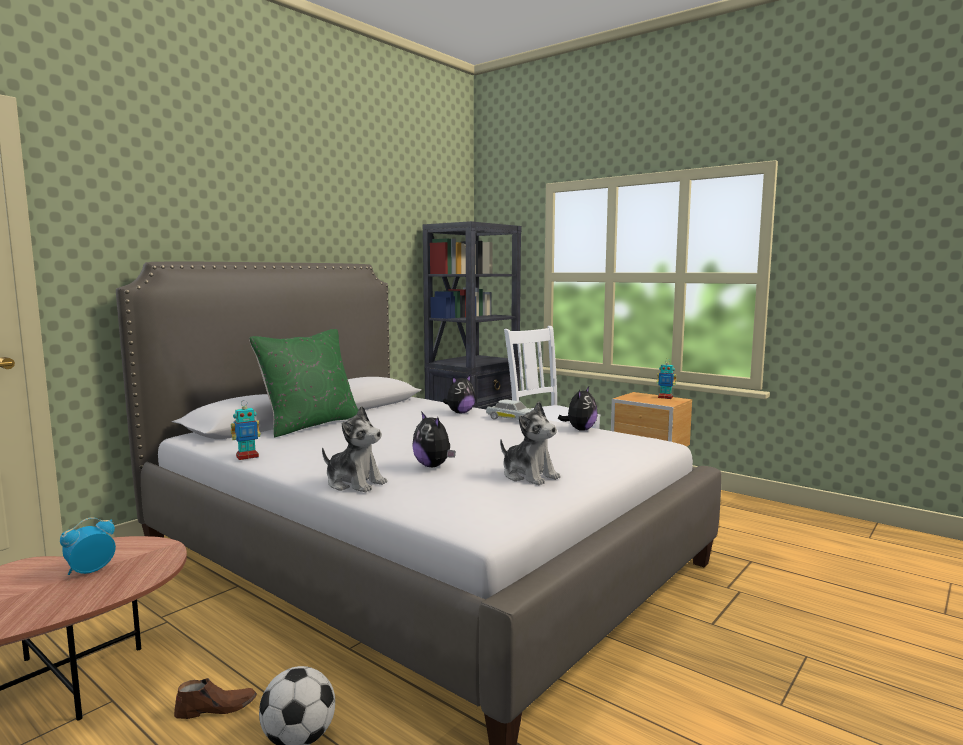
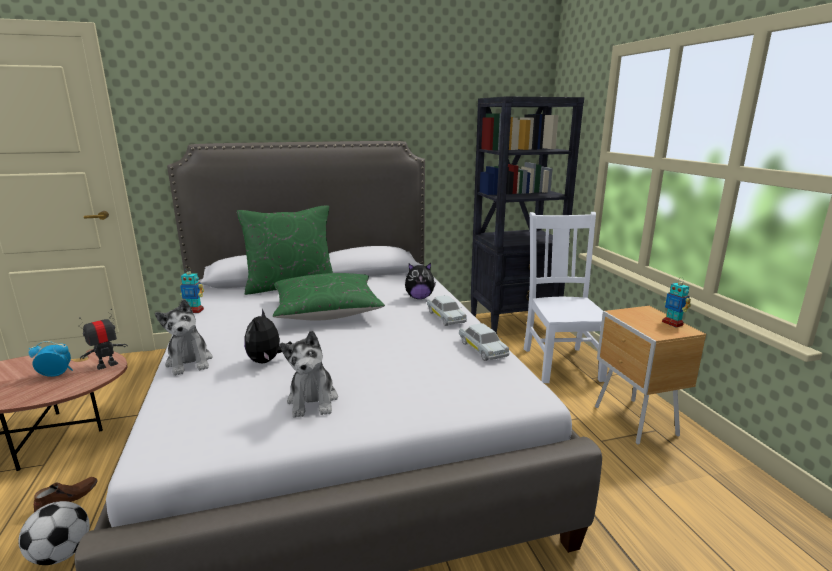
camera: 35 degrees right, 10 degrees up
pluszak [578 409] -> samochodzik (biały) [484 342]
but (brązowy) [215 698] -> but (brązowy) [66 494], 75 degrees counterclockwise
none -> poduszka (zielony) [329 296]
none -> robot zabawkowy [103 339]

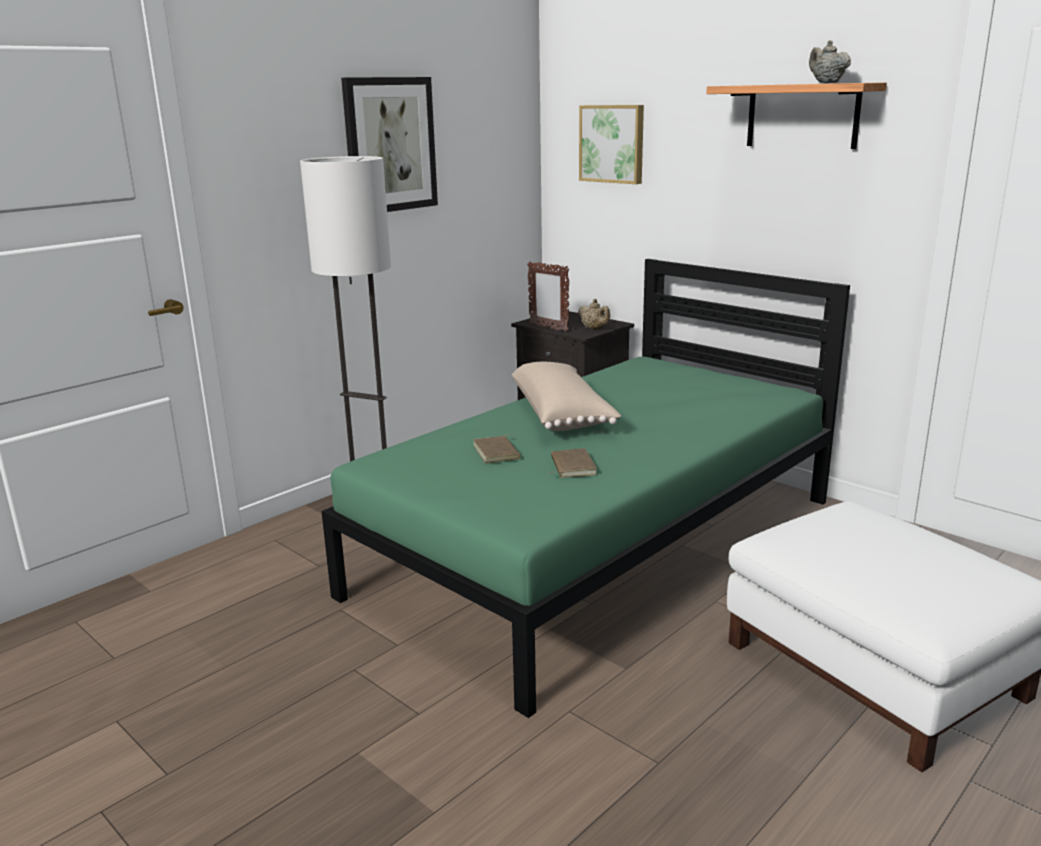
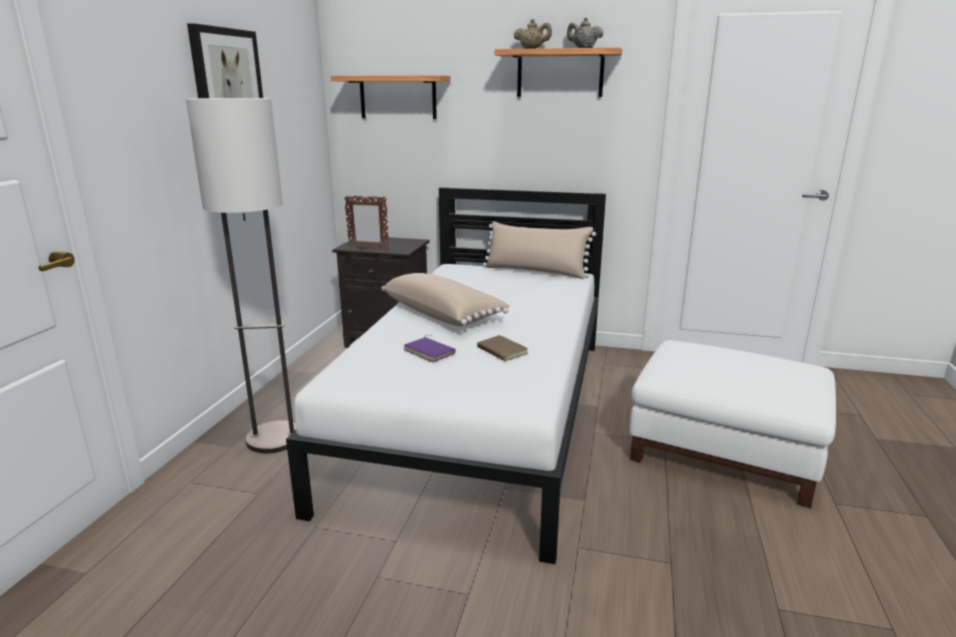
camera: 30 degrees left, 0 degrees up
obraz [611 144] -> półka [390 97]
łóżko (zielony) [586 488] -> łóżko (biały) [446 375]
imbryk (beżowy) [594 314] -> imbryk (beżowy) [533 34], moved
książka (brązowy) [496 448] -> książka (fioletowy) [430 348]
none -> poduszka (beżowy) [539 250]

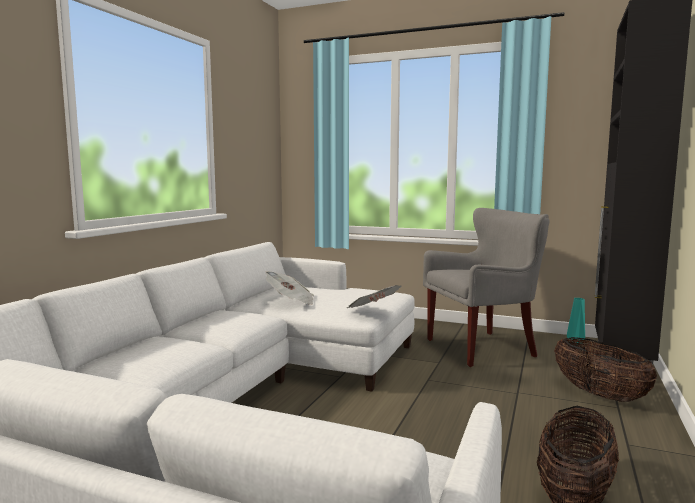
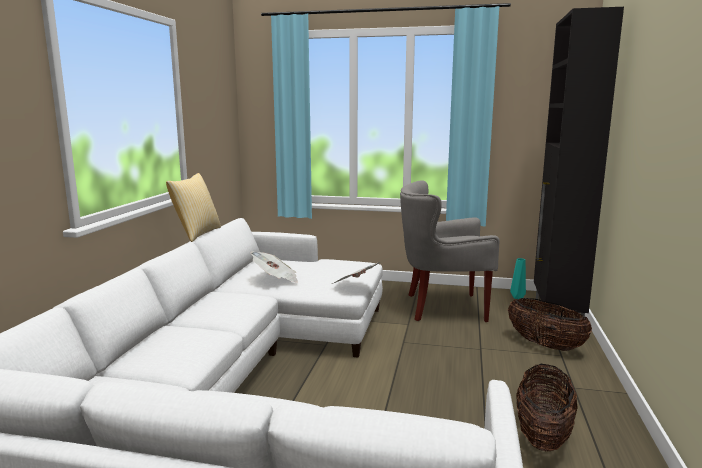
camera: 10 degrees left, 5 degrees up
fotel (szary) [486 287] -> fotel (szary) [450 251], 150 degrees counterclockwise
none -> poduszka [193 207]

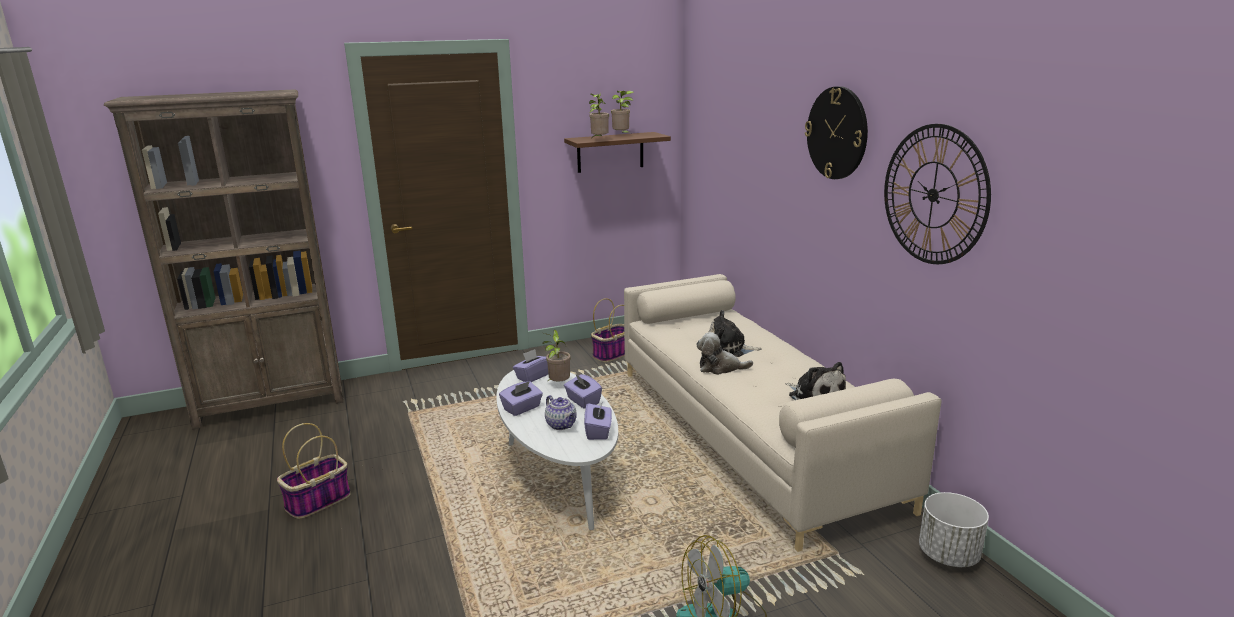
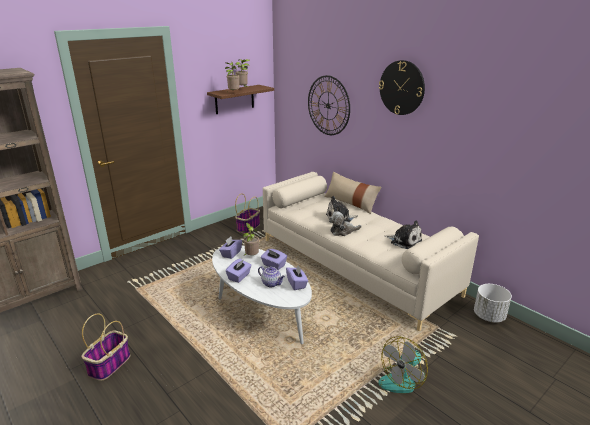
camera: 20 degrees left, 5 degrees up
zegar ścienny [937 194] -> zegar ścienny [329 105], moved
none -> poduszka (beżowy) [353 192]

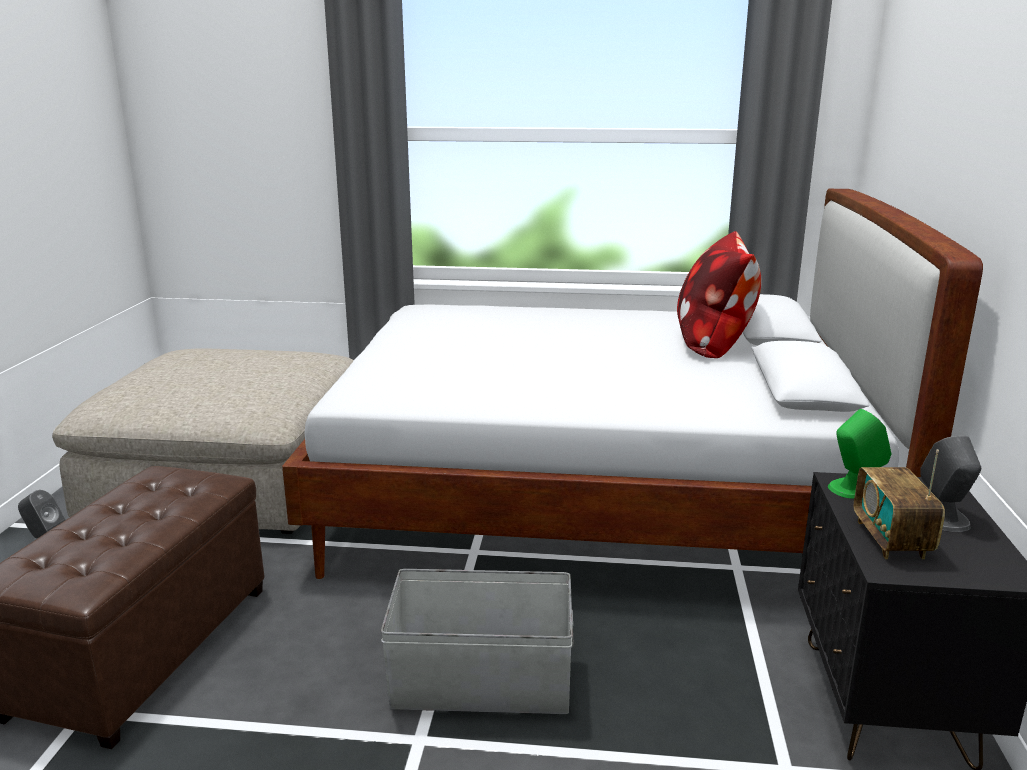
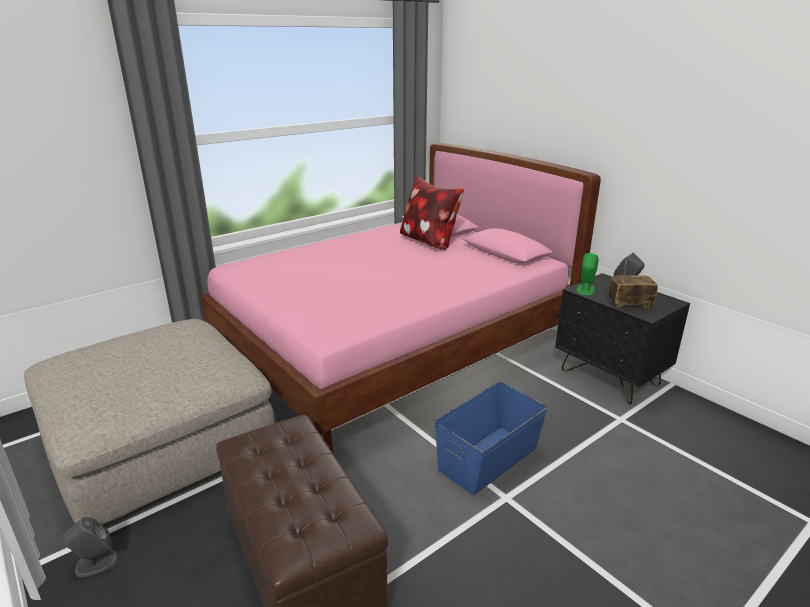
camera: 45 degrees left, 5 degrees up
łóżko (biały) [632 384] -> łóżko (różowy) [401 298]
radio [899 504] -> radio [633 284], 135 degrees clockwise
pojemnik do przechowywania (szary) [477 641] -> pojemnik do przechowywania (niebieski) [491 438]

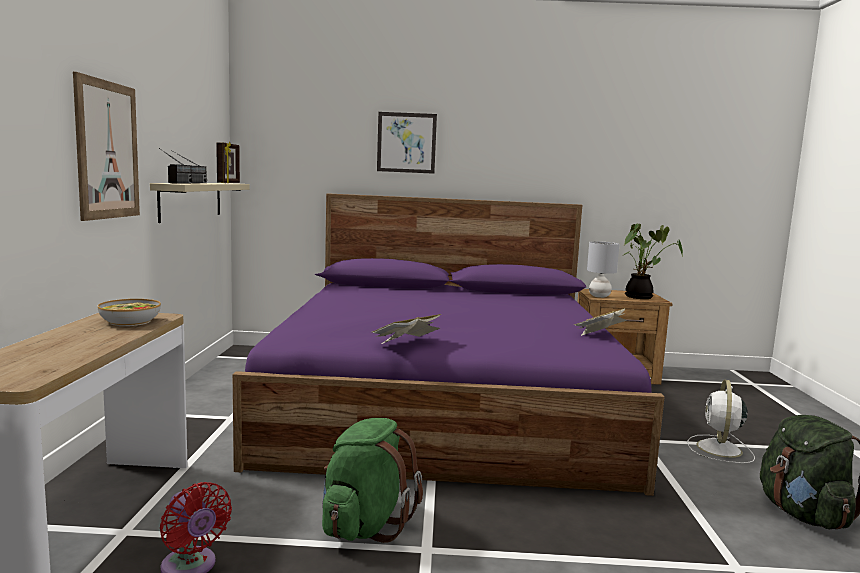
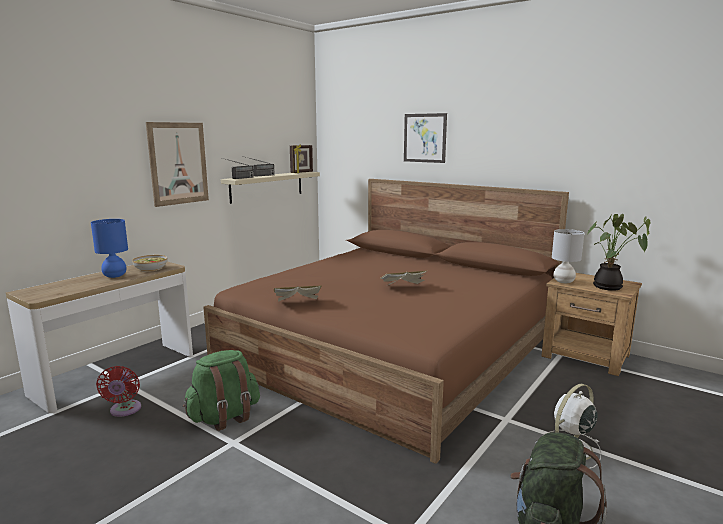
camera: 35 degrees right, 5 degrees up
łóżko (fioletowy) [448 344] -> łóżko (brązowy) [386 321]
książka [600 322] -> książka [403 278], moved
none -> lampa stołowa (niebieski) [109 248]

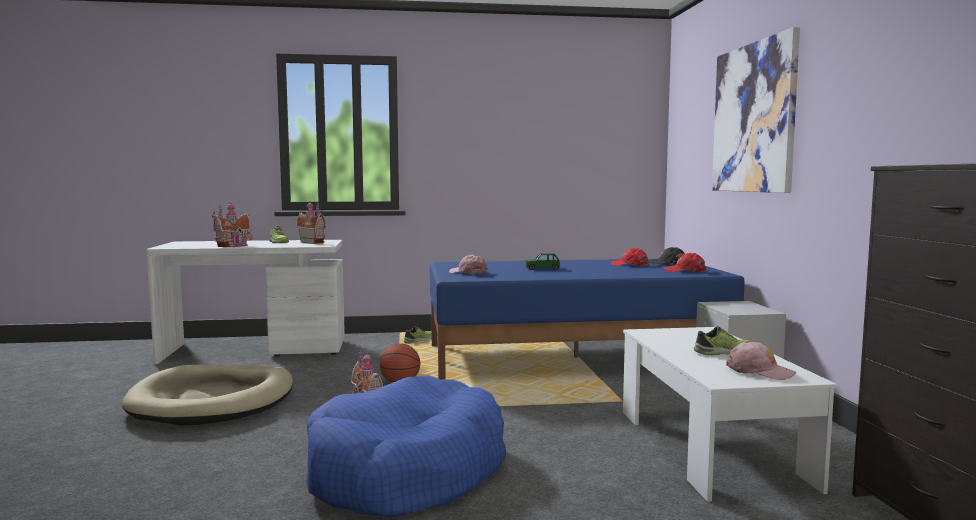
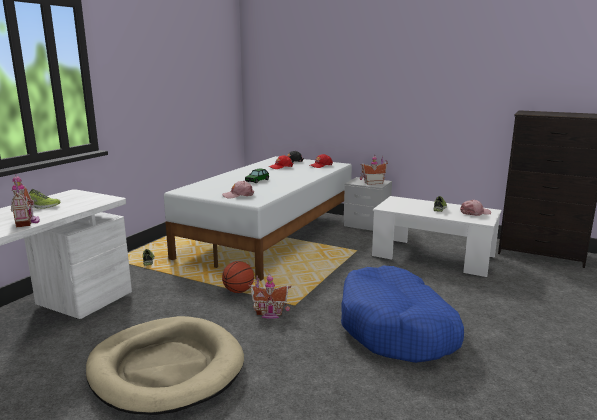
camera: 55 degrees left, 10 degrees up
obraz [756 110] -> none
domek [311 222] -> domek [374 170], moved
łóżko (niebieski) [587 319] -> łóżko (biały) [258 218]

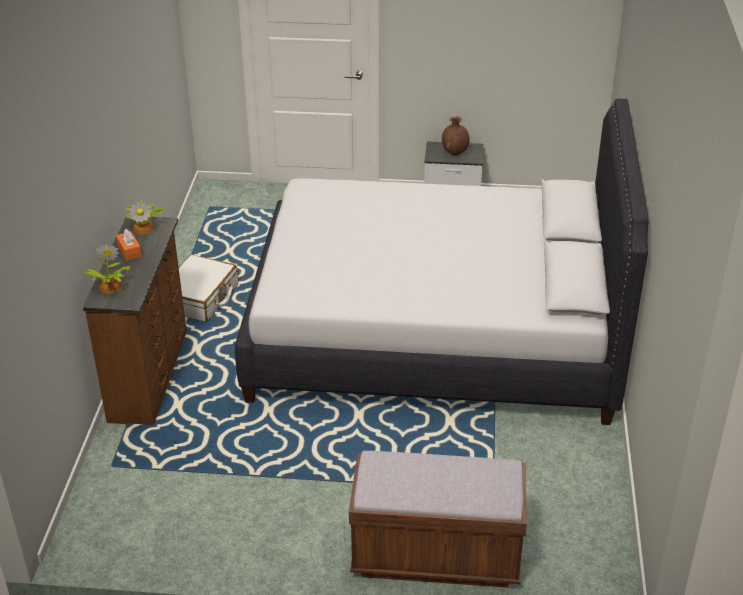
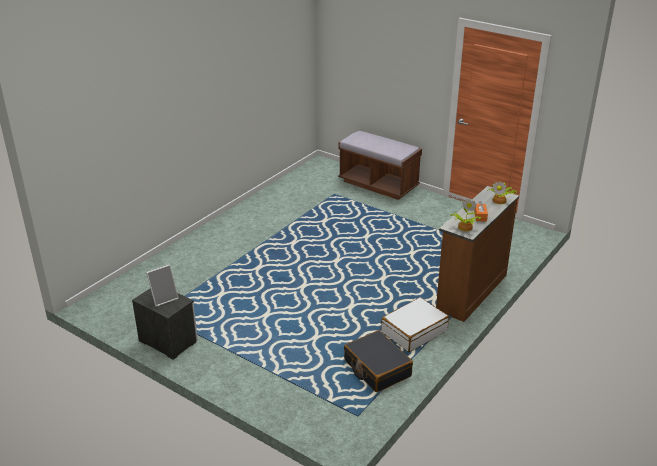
camera: 150 degrees left, 5 degrees down
łóżko (biały) [442 262] -> none
wazon (brązowy) [456 136] -> ramka na zdjęcie [162 285]
none -> walizka (czarny) [378 361]

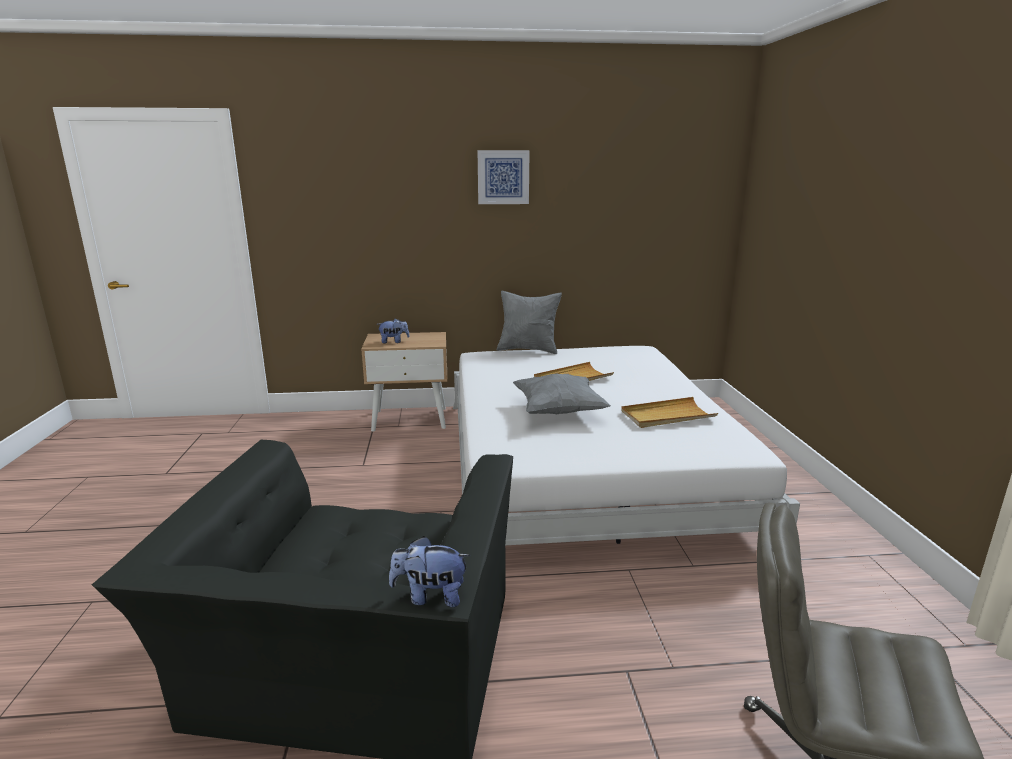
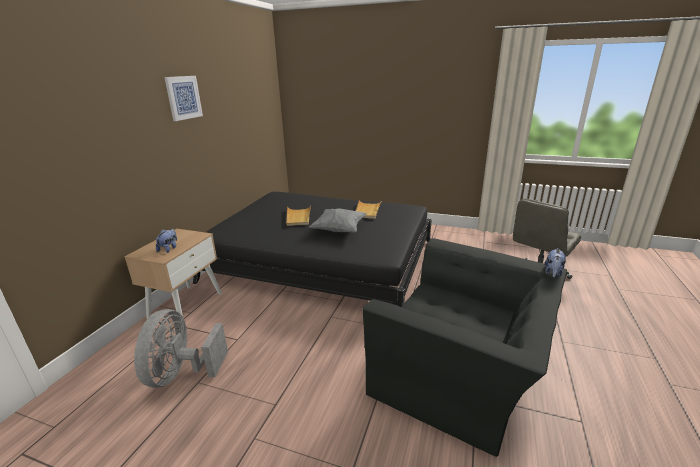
camera: 65 degrees left, 5 degrees up
poduszka (szary) [529 322] -> none
łóżko (biały) [626 445] -> łóżko (czarny) [312 249]
none -> wentylator (szary) [181 348]

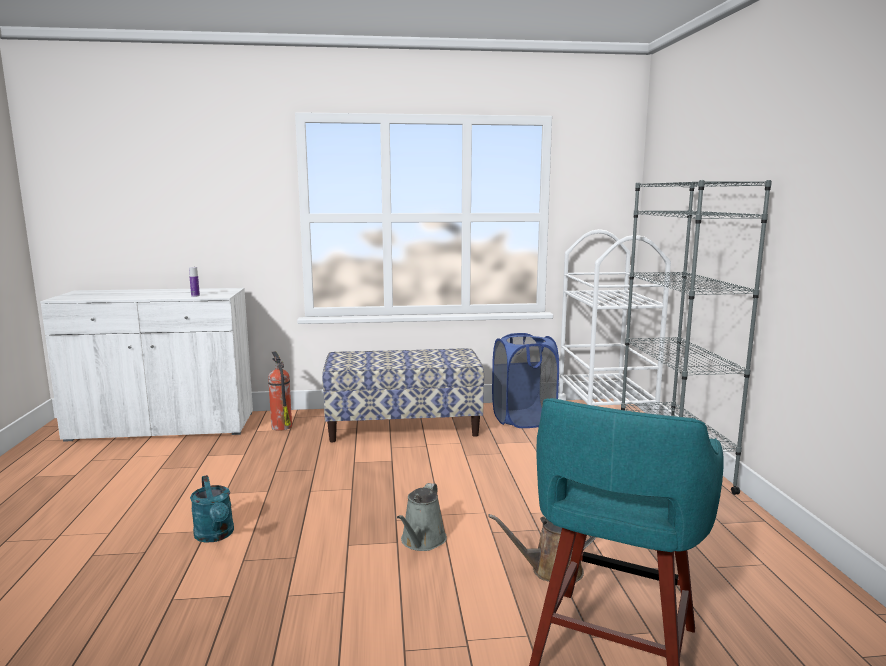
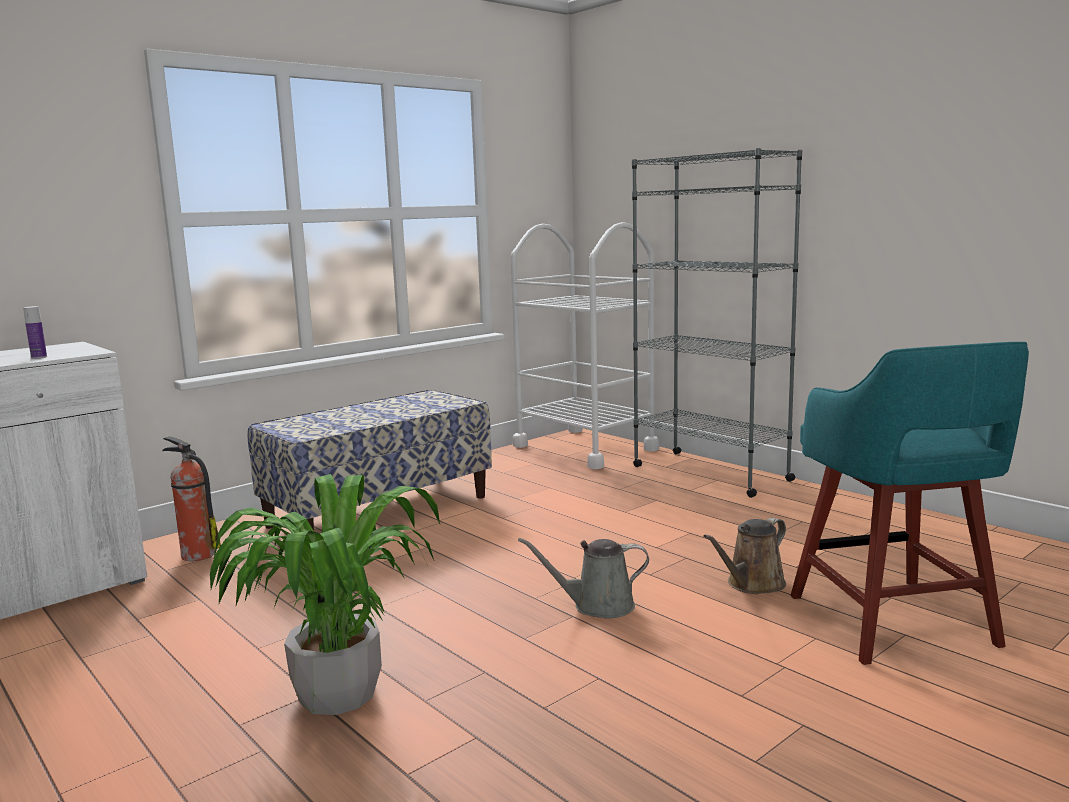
camera: 35 degrees left, 0 degrees up
kosz na pranie (niebieski) [525 380] -> none
konewka (turkusowy) [212 509] -> roślina doniczkowa [325 594]
konewka (szary) [422 517] -> konewka (szary) [583 578], 105 degrees clockwise

